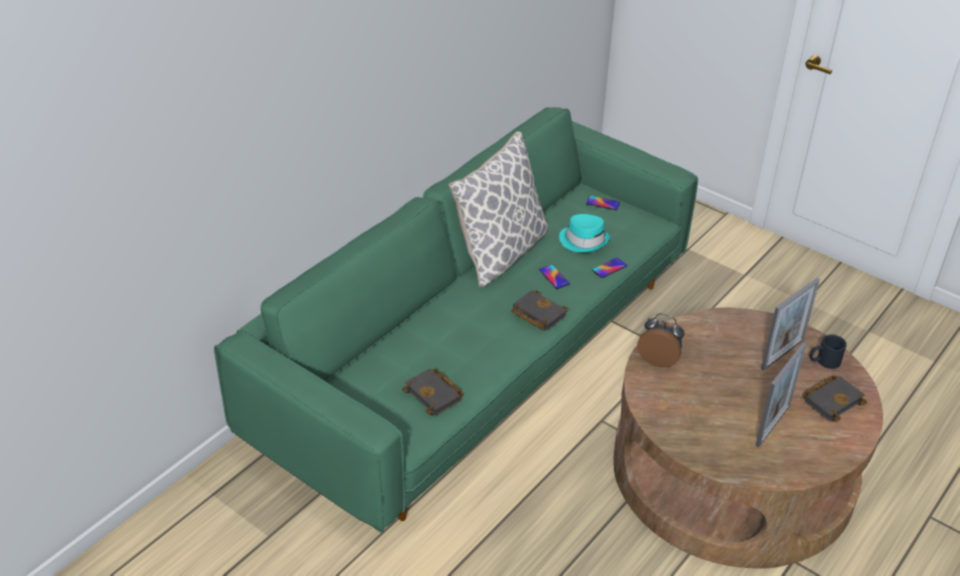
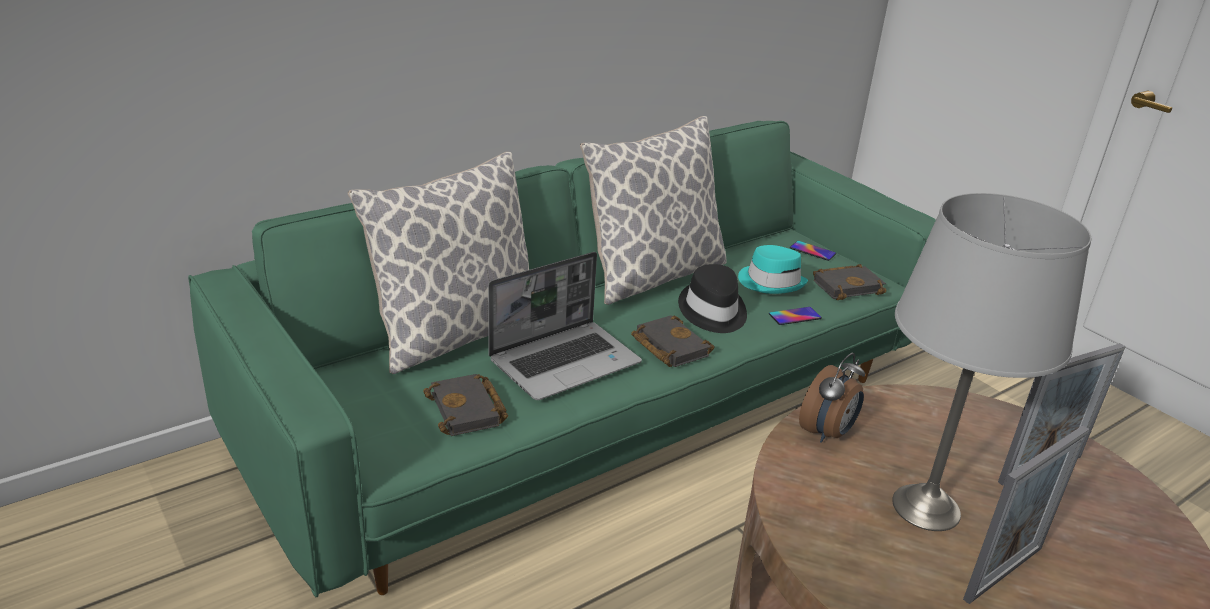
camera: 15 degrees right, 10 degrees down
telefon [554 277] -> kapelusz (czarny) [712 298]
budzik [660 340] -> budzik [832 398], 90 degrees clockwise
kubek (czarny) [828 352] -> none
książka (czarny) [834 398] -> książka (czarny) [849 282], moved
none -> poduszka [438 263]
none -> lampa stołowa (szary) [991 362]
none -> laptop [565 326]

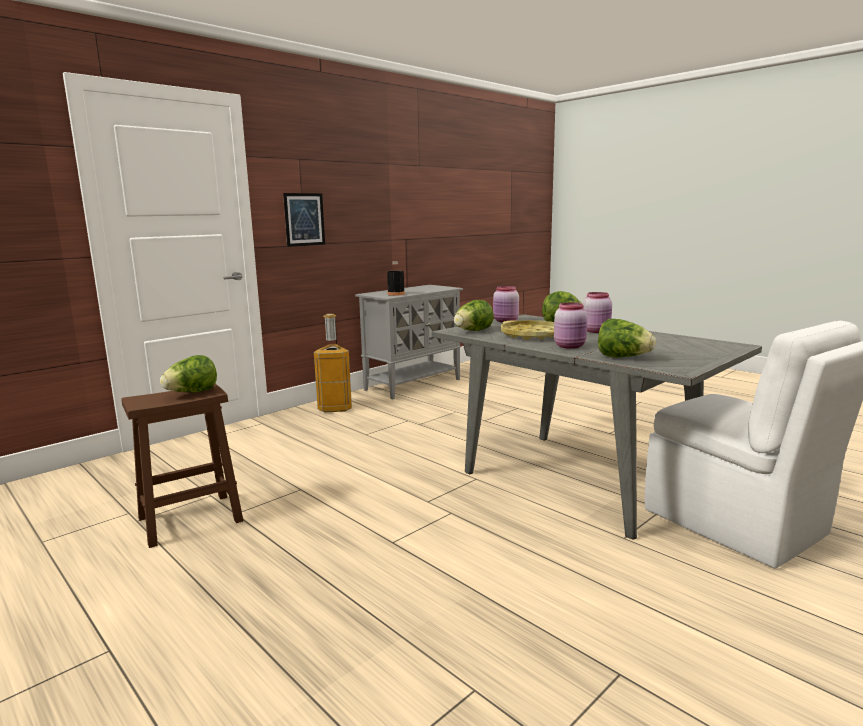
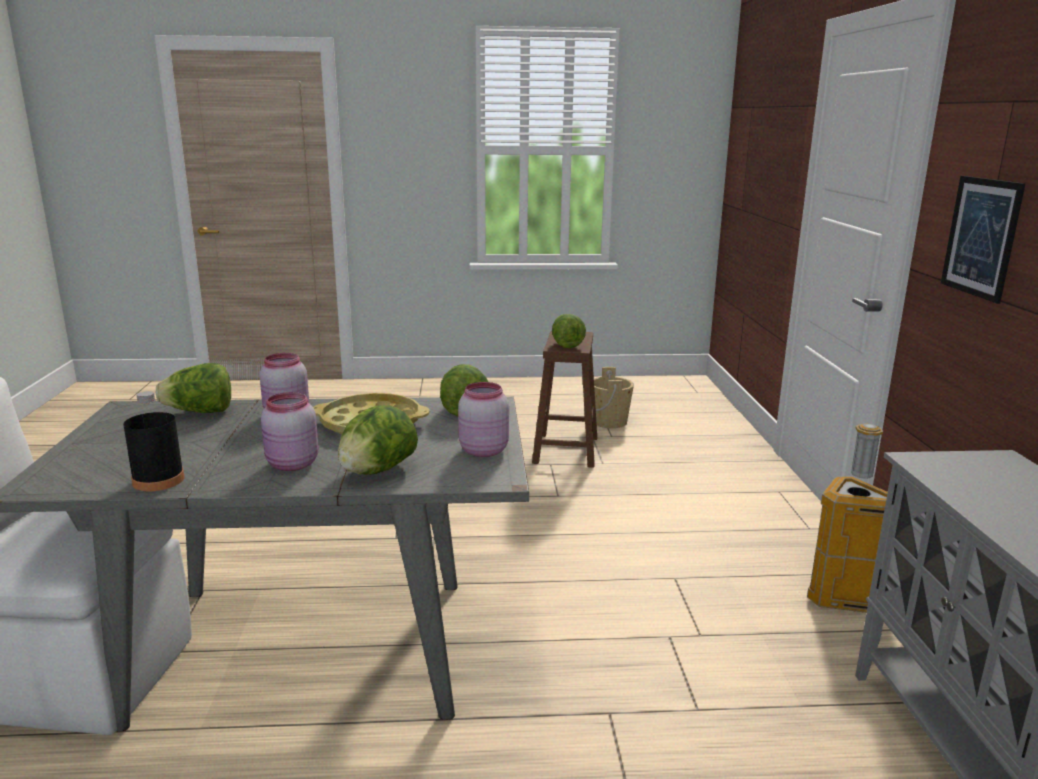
camera: 130 degrees right, 5 degrees up
butelka (czarny) [396 278] -> butelka (czarny) [154 441], moved
none -> wiadro (beżowy) [614 397]

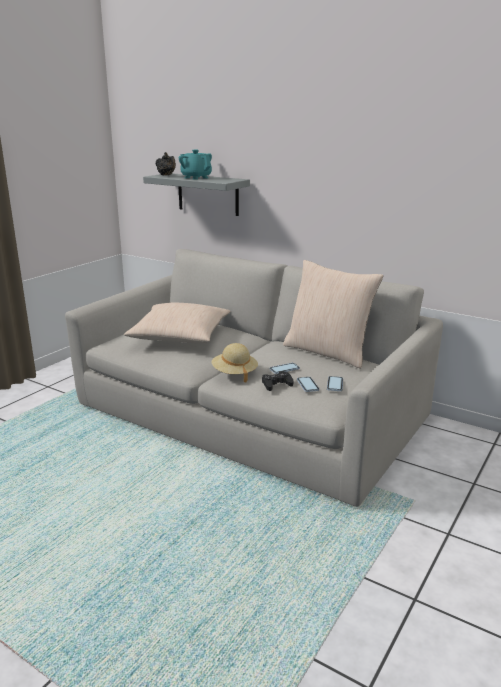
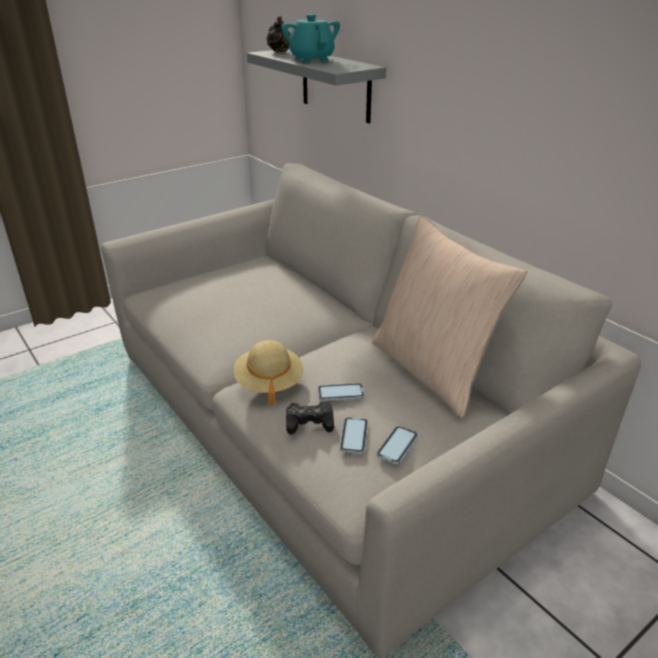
camera: 20 degrees right, 10 degrees up
poduszka (beżowy) [177 323] -> none

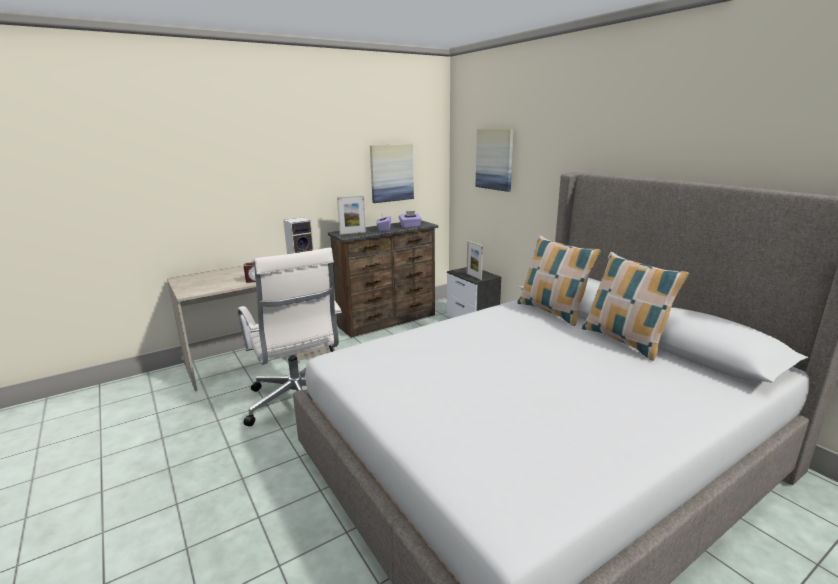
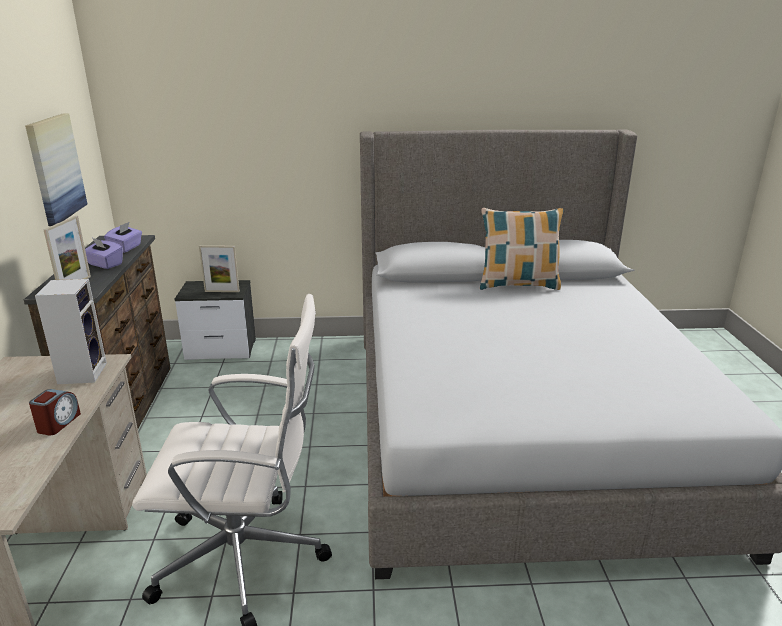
camera: 60 degrees left, 5 degrees up
obraz [495 160] -> none
poduszka [559 280] -> none

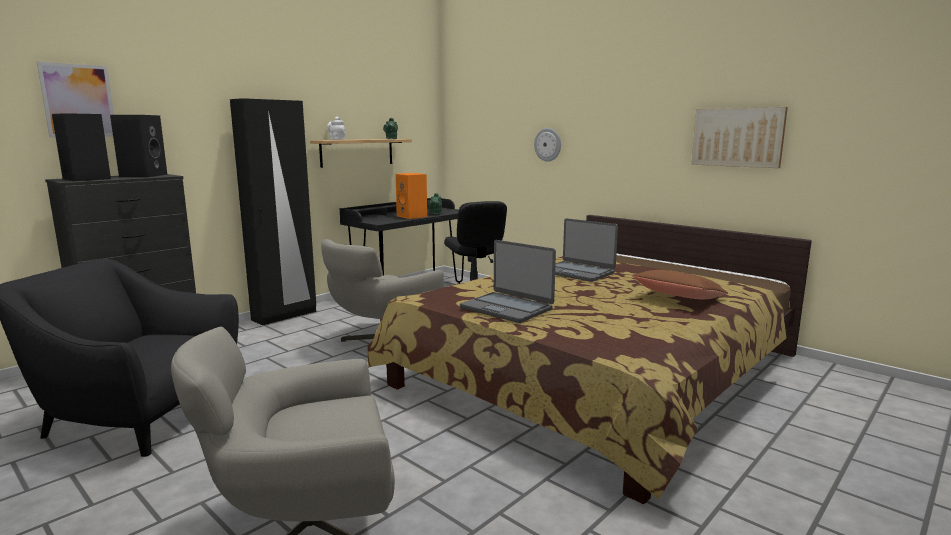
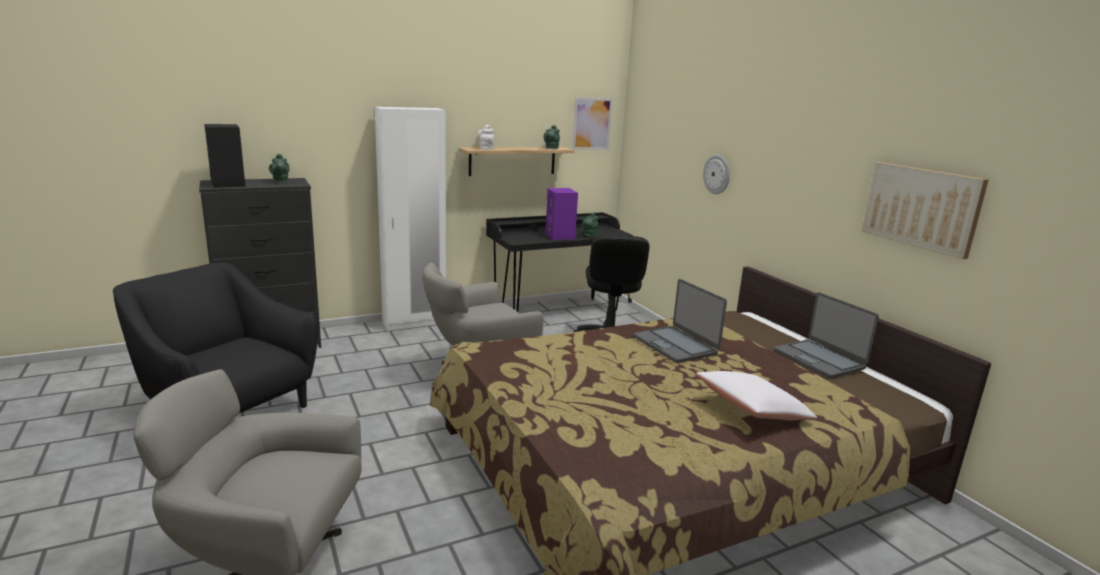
camera: 20 degrees right, 5 degrees up
obraz [75 99] -> obraz [592 124], moved
szafa (czarny) [273 212] -> szafa (biały) [410 219]
głośnik (czarny) [138 146] -> imbryk (zielony) [279 168]
głośnik (pomarańczowy) [411 196] -> głośnik (fioletowy) [561 214]
laptop [508 281] -> laptop [826 335], moved
poduszka (brązowy) [680 284] -> poduszka (biały) [756 395]

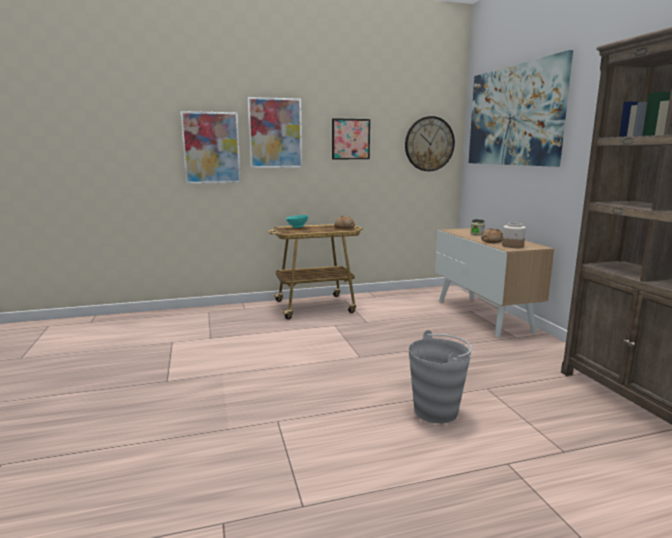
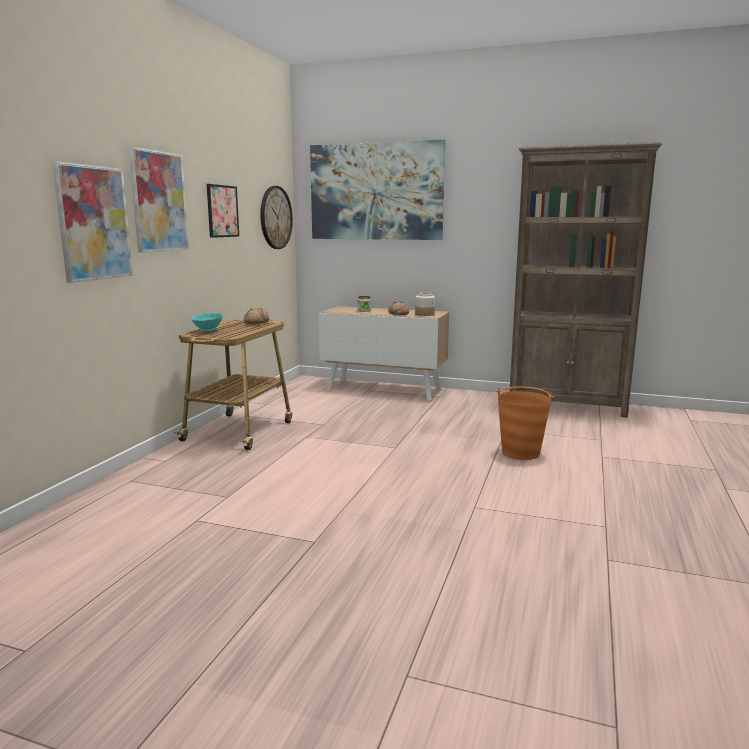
camera: 55 degrees left, 0 degrees up
wiadro (szary) [440 377] -> wiadro (pomarańczowy) [525 423]

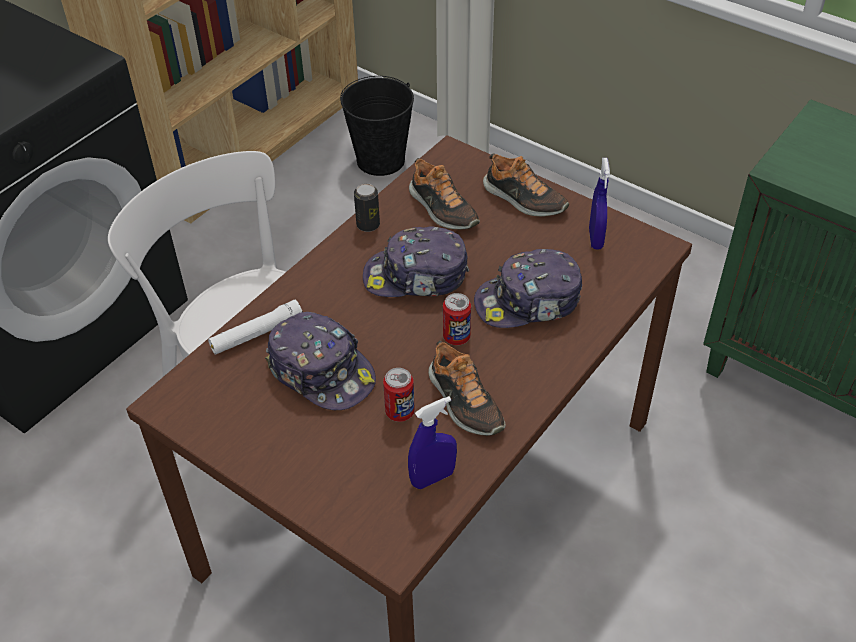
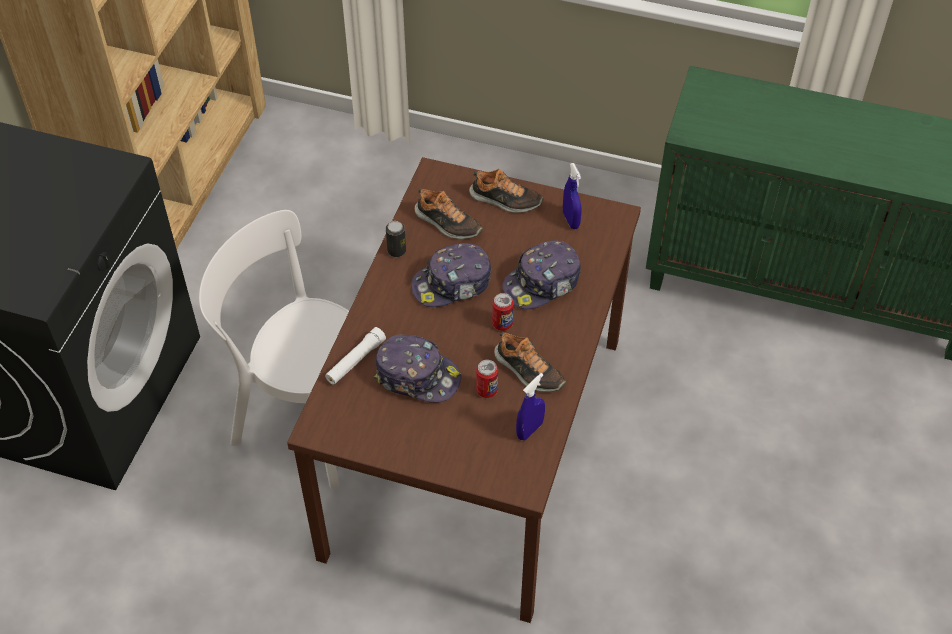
camera: 20 degrees left, 5 degrees up
wiadro (czarny) [377 126] -> none

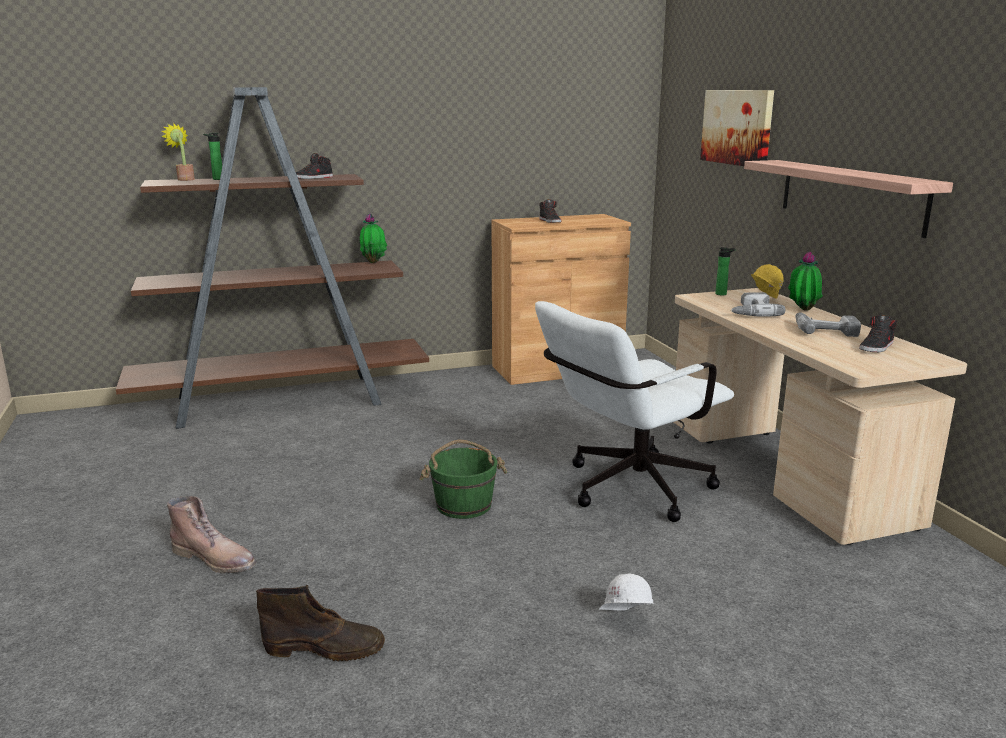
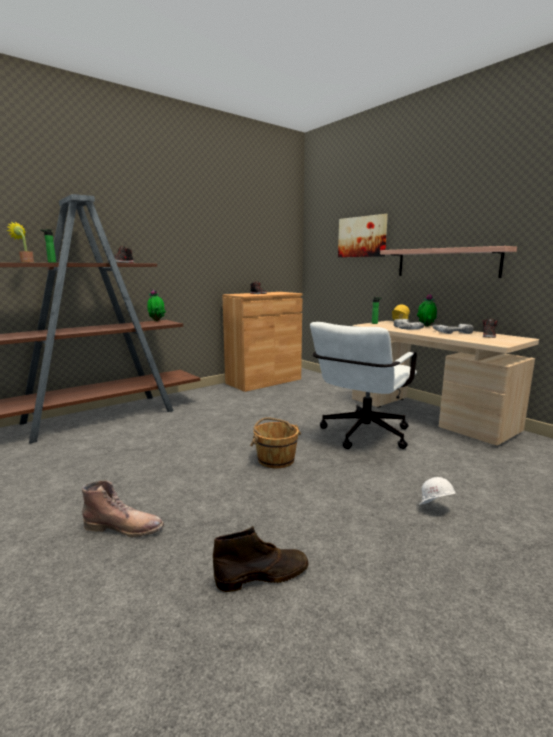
camera: 20 degrees left, 5 degrees down
wiadro (zielony) [463 479] -> wiadro (brązowy) [275 442]

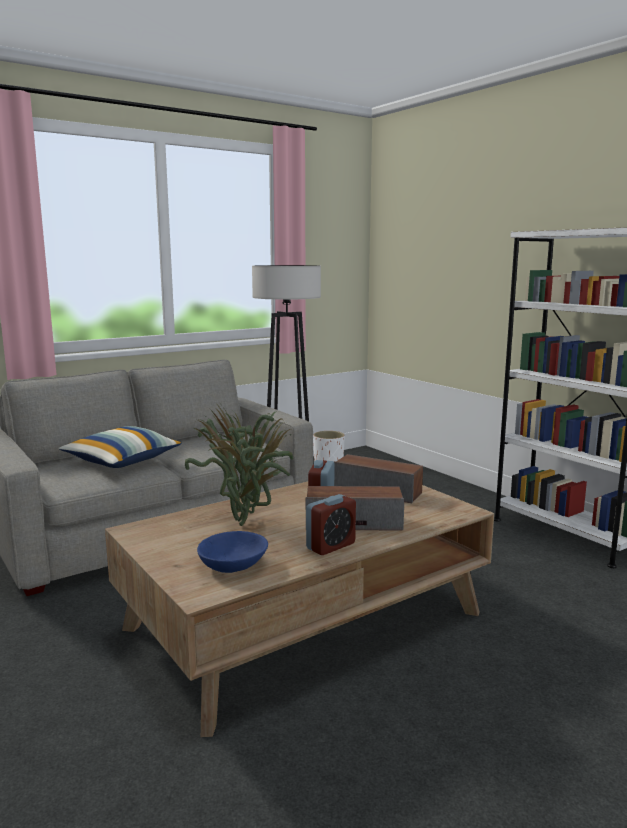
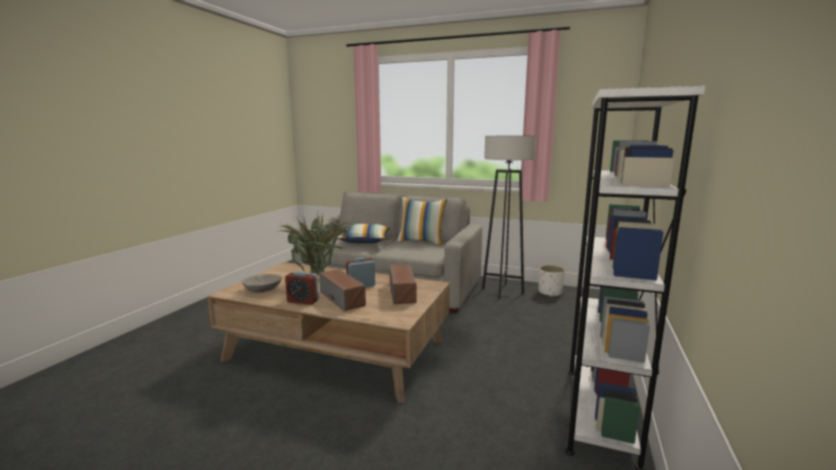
camera: 55 degrees right, 0 degrees up
miska (niebieski) [232 552] -> miska (szary) [262 283]
none -> poduszka [422 221]

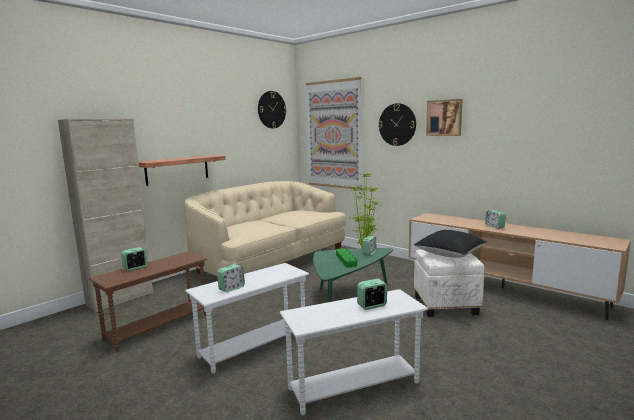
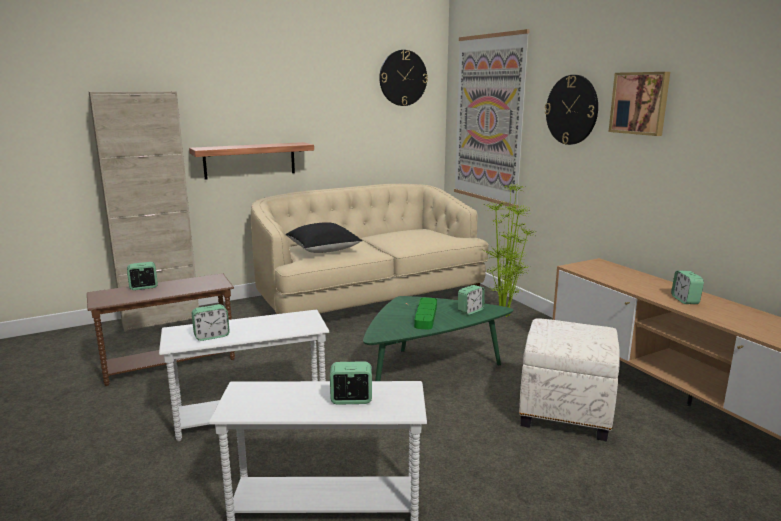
camera: 20 degrees right, 5 degrees up
poduszka (czarny) [450 244] -> poduszka (czarny) [323 237], moved

